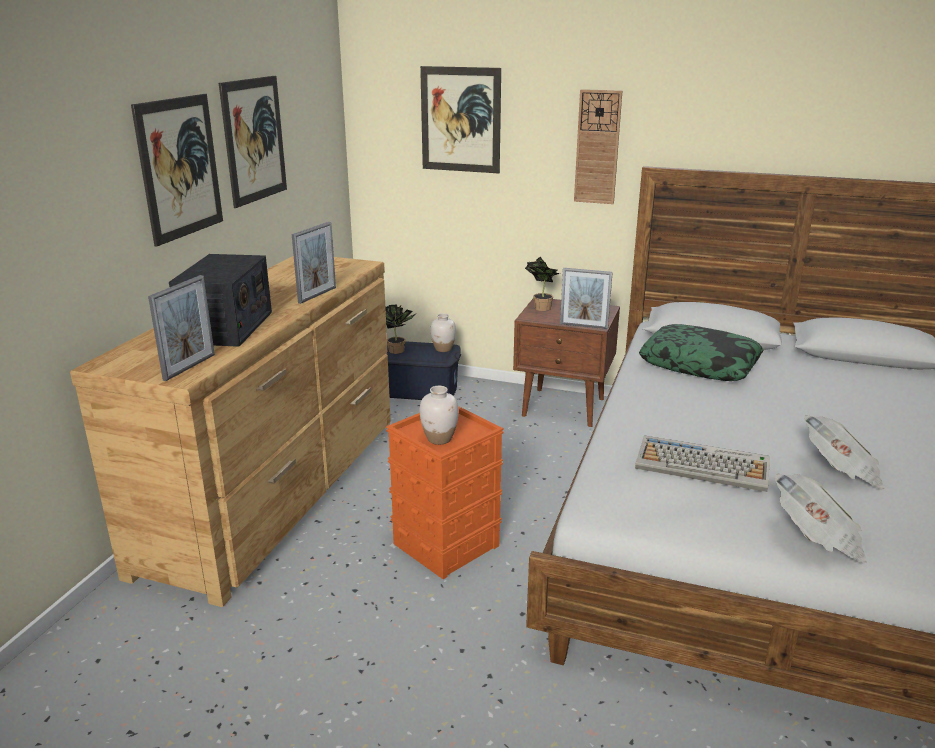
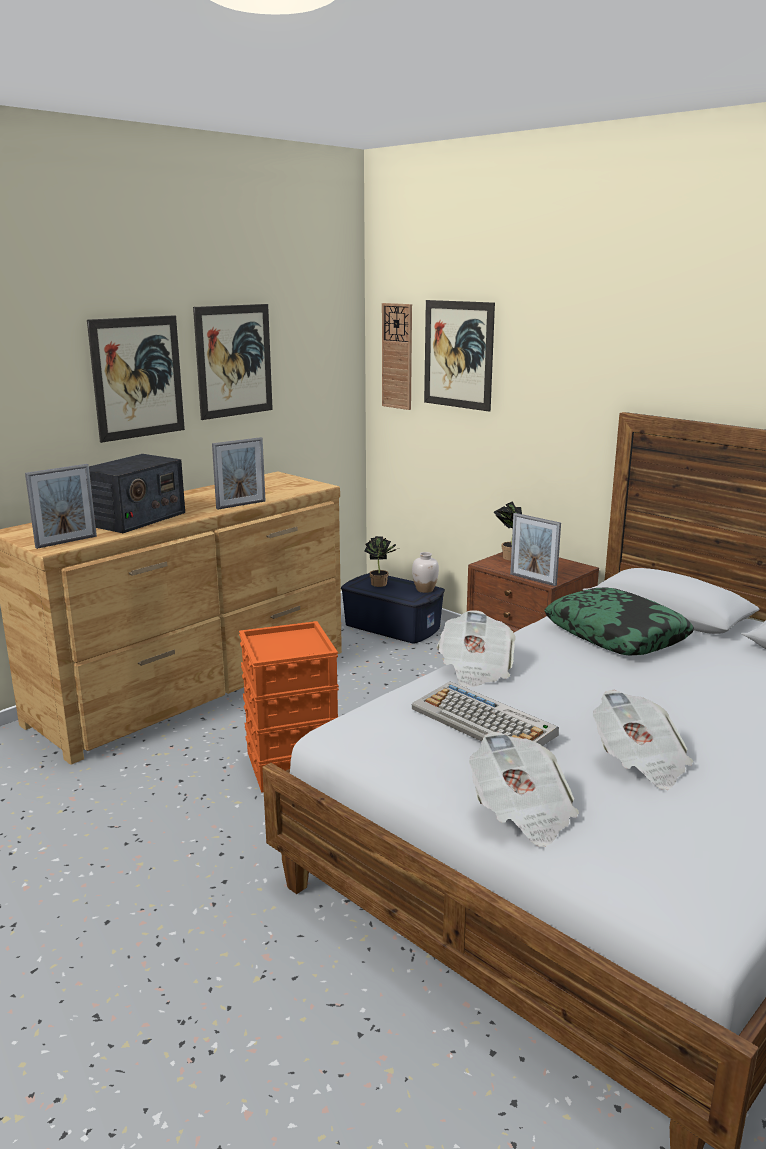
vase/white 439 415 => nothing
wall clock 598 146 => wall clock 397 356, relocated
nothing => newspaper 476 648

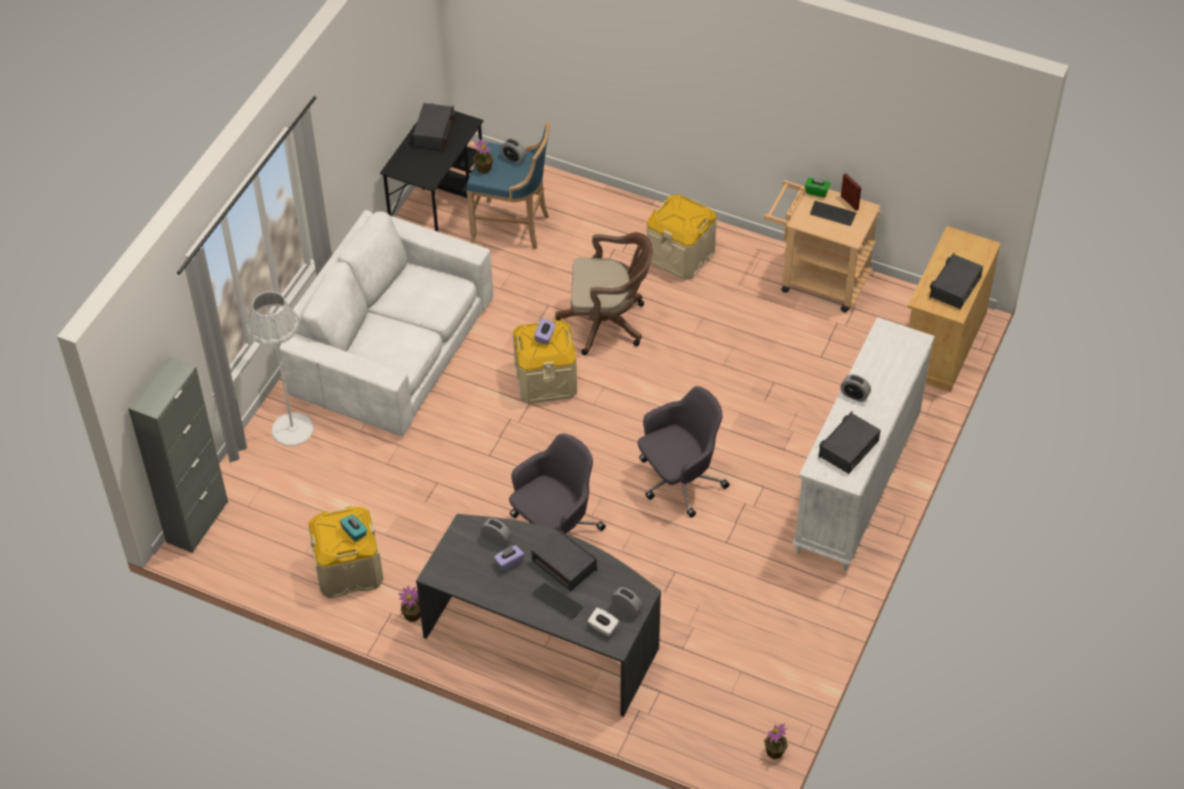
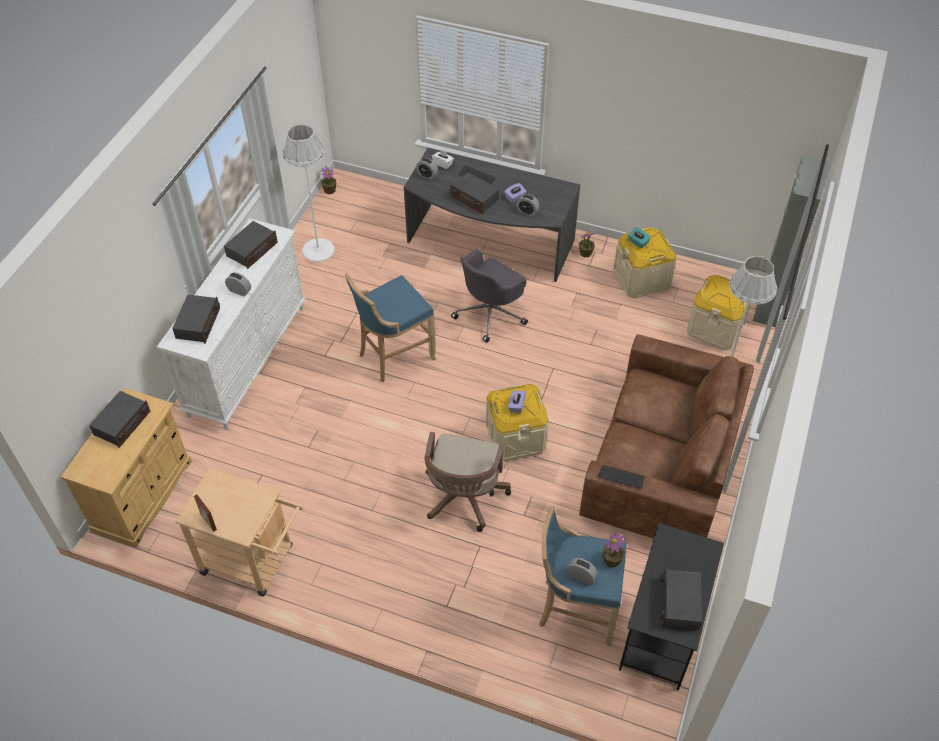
sofa/white 386 323 => sofa/brown 666 436
office chair/brown 604 293 => office chair/brown 467 482, 75 degrees counterclockwise
office chair/grey 684 451 => stool/blue 390 327
storage box/beige 682 237 => storage box/beige 719 312, relocated
tissue box/green 818 186 => nothing
keyboard 833 213 => keyboard 621 477, relocated
nothing => radio 196 319
nothing => floor lamp/white 308 193

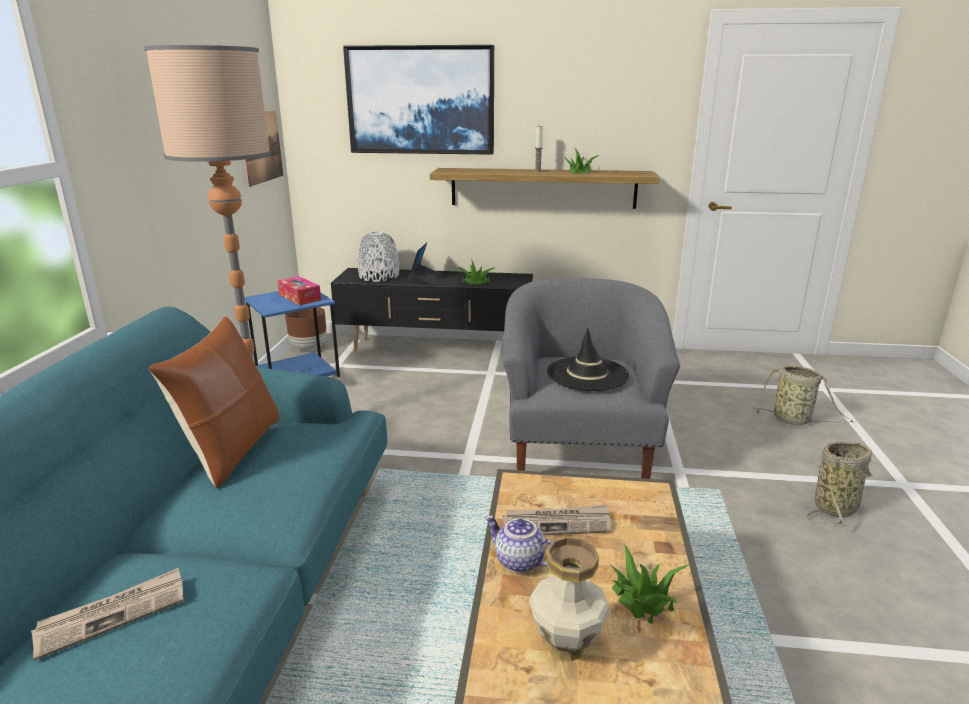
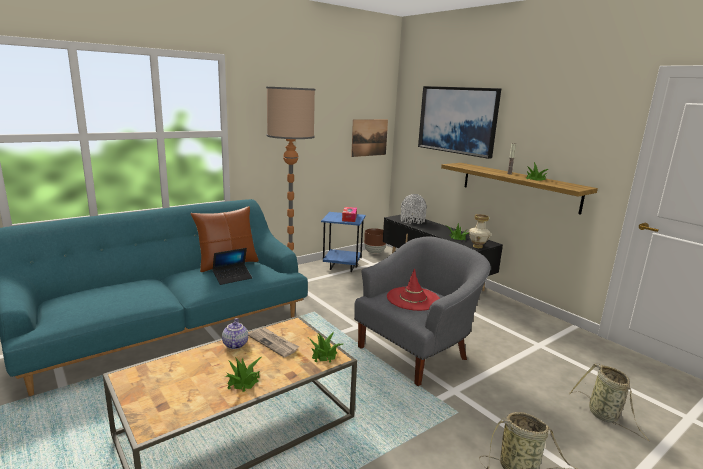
newspaper 107 614 => nothing
laptop 425 263 => laptop 232 266, relocated
vase 569 598 => vase 480 231, relocated
hat/black 588 360 => hat/red 413 289
nothing => potted plant 326 347

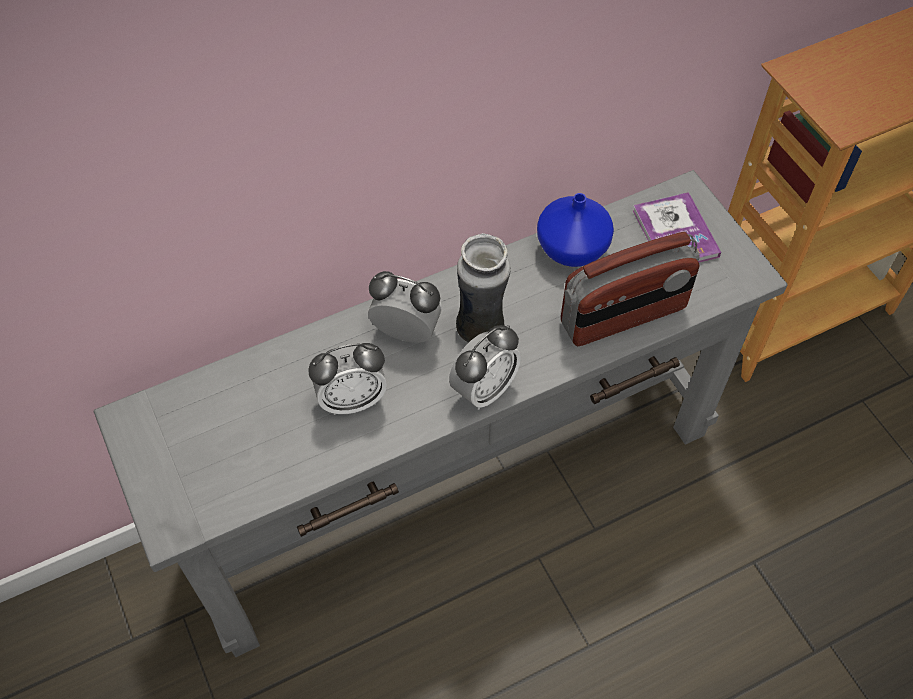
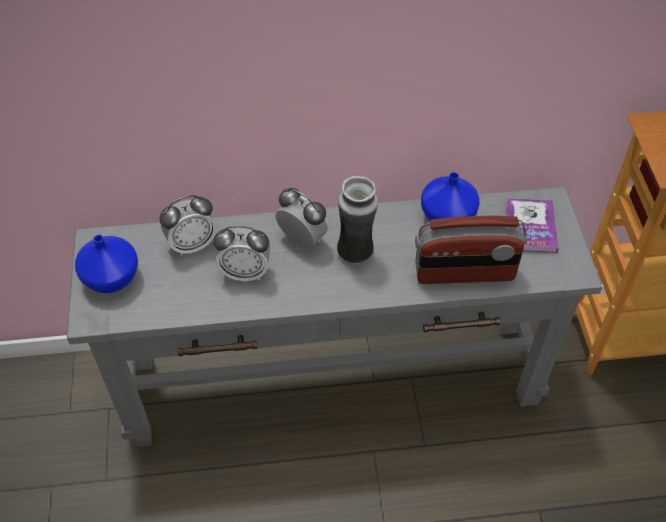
alarm clock 485 367 => alarm clock 187 225, relocated
nothing => vase/blue 106 264

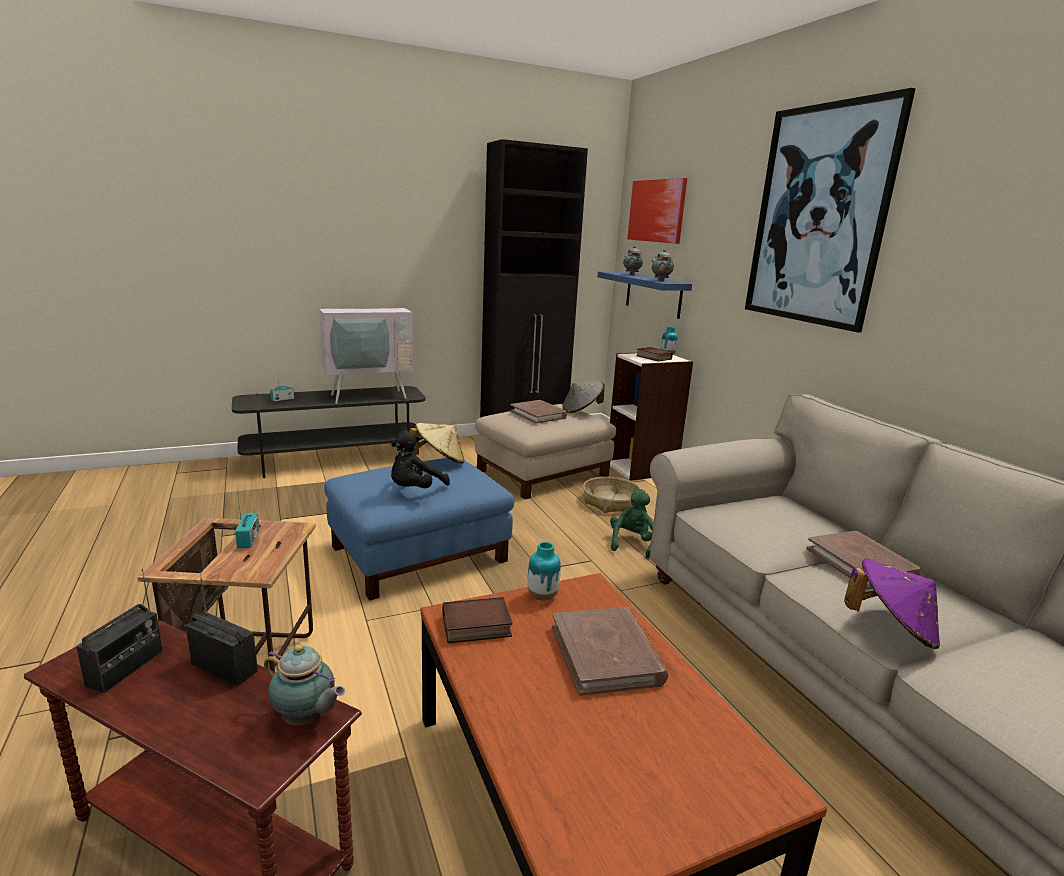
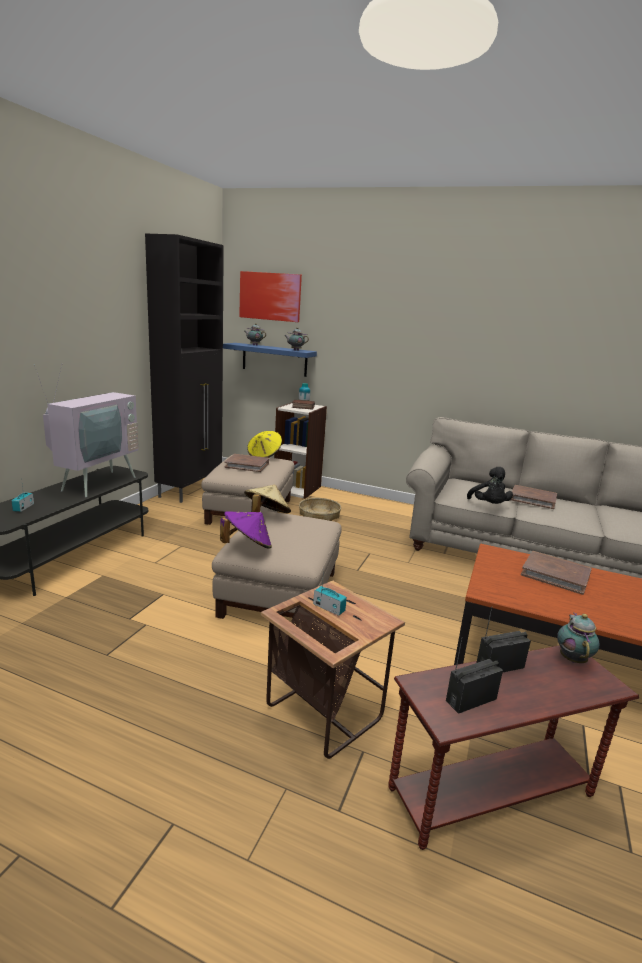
radio 119 631 => radio 474 676, 90 degrees counterclockwise
teapot 304 685 => teapot 578 638, 60 degrees counterclockwise
ottoman/blue 419 529 => ottoman/beige 277 573
plush toy/black 420 459 => plush toy/black 490 485, relocated
book 478 620 => nothing
vase 544 571 => nothing
hat/grey 584 397 => hat/yellow 264 444
plush toy/green 631 523 => nothing
picture 830 210 => nothing
hat/purple 892 604 => hat/purple 246 530, relocated

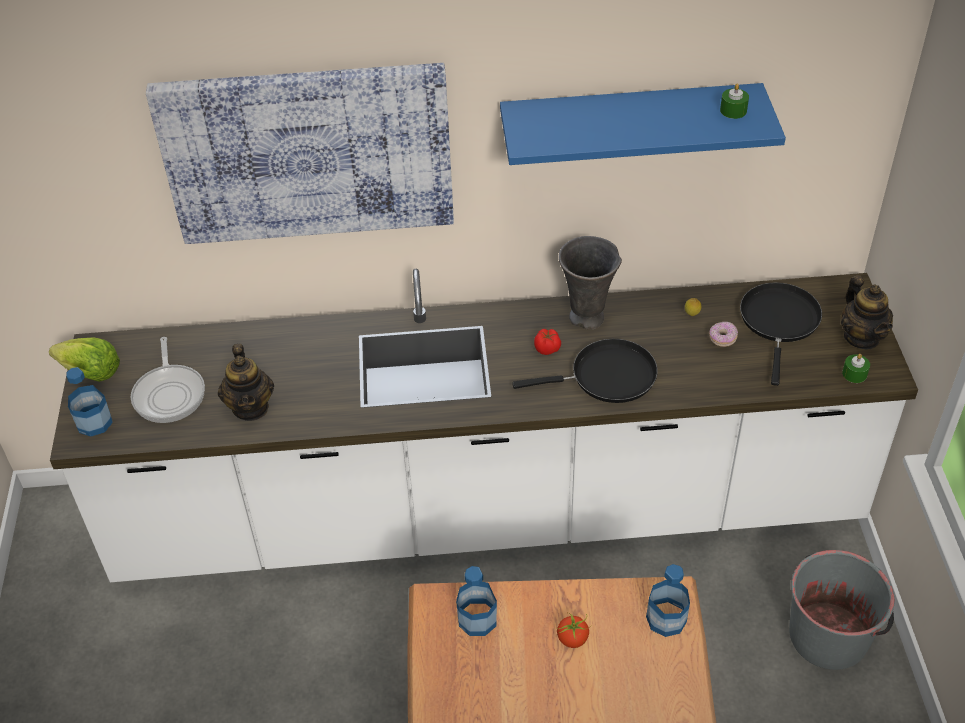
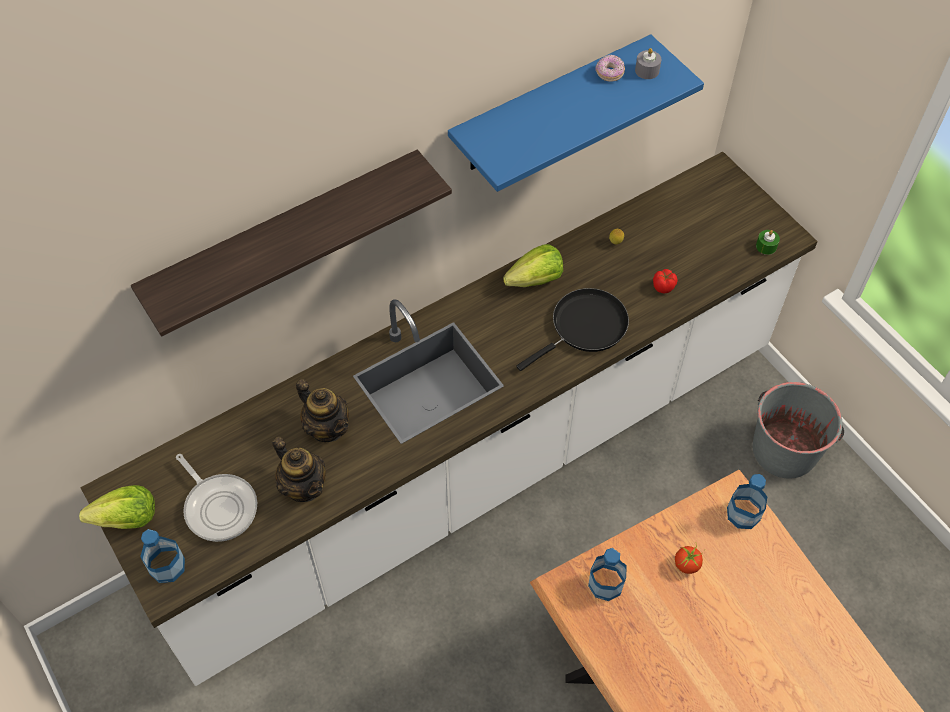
picture 300 153 => shelf 291 243
tomato 547 342 => tomato 665 281, relocated
vase/grey 590 282 => lettuce 533 265
donut 723 334 => donut 610 68, relocated
candle/green 734 101 => candle/grey 648 63
frying pan/black 781 334 => nothing
teapot 867 312 => teapot 322 410, relocated

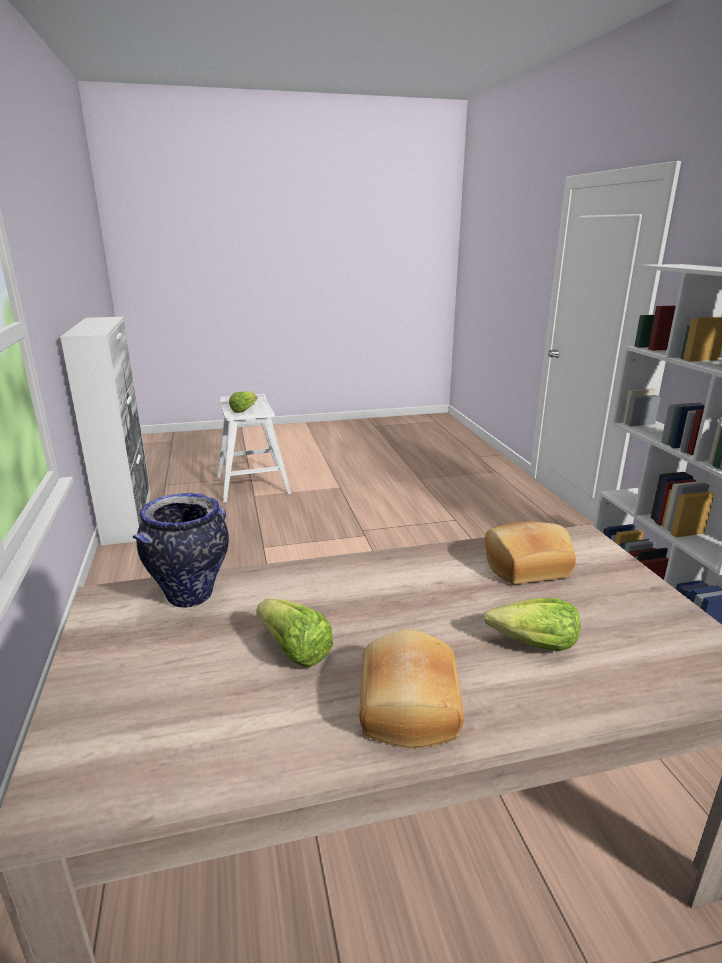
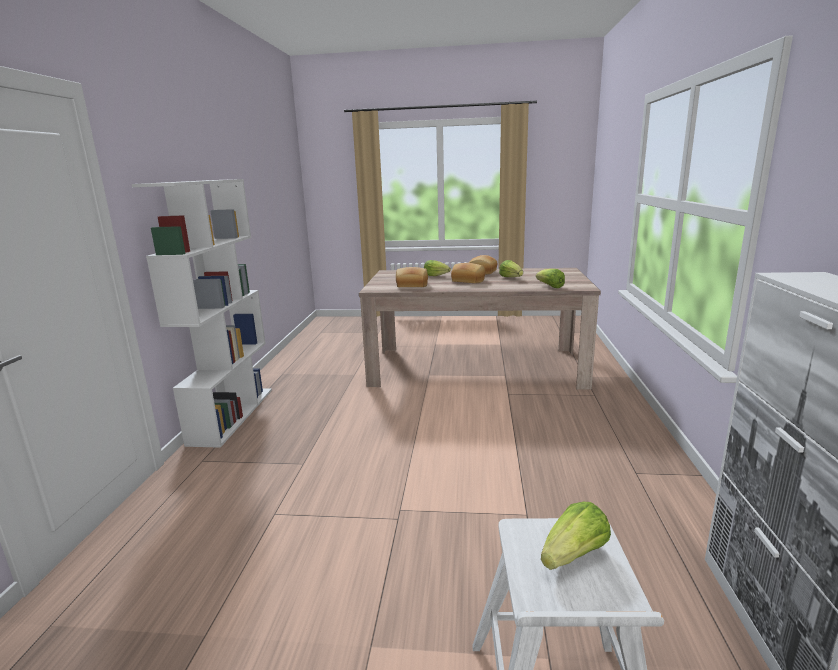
vase 181 550 => lettuce 550 278
nothing => bread 468 273

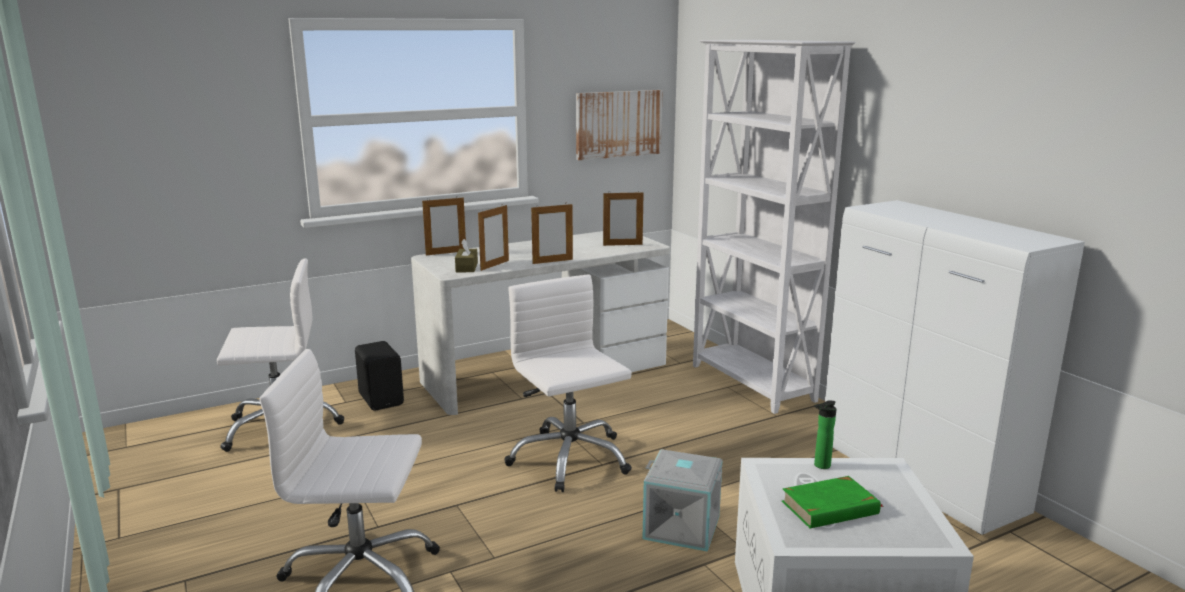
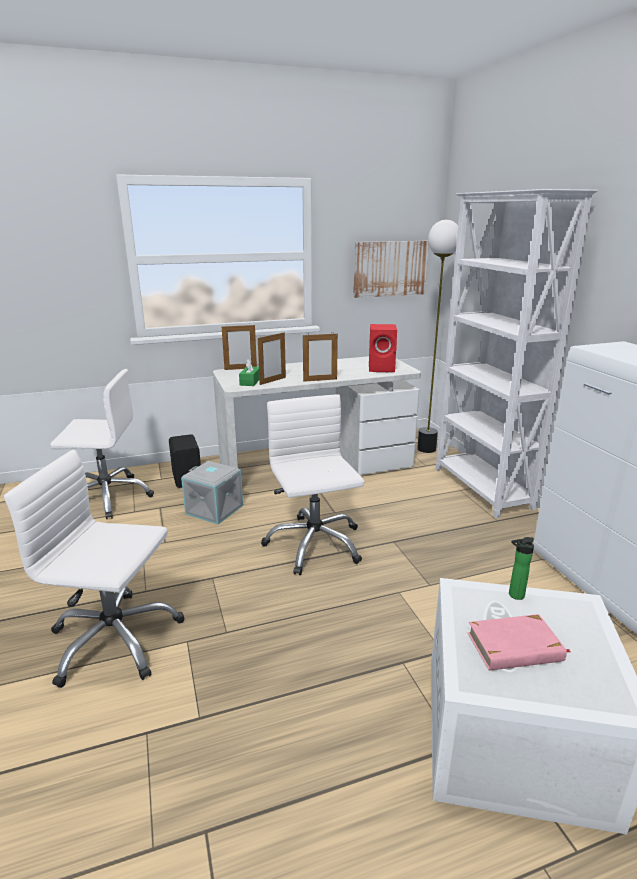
tissue box/brown 466 255 => tissue box/green 249 372
picture frame 623 218 => speaker/red 383 348
storage box/grey 682 500 => storage box/grey 212 492, relocated
book/green 833 502 => book/pink 518 642
nothing => floor lamp 437 336

